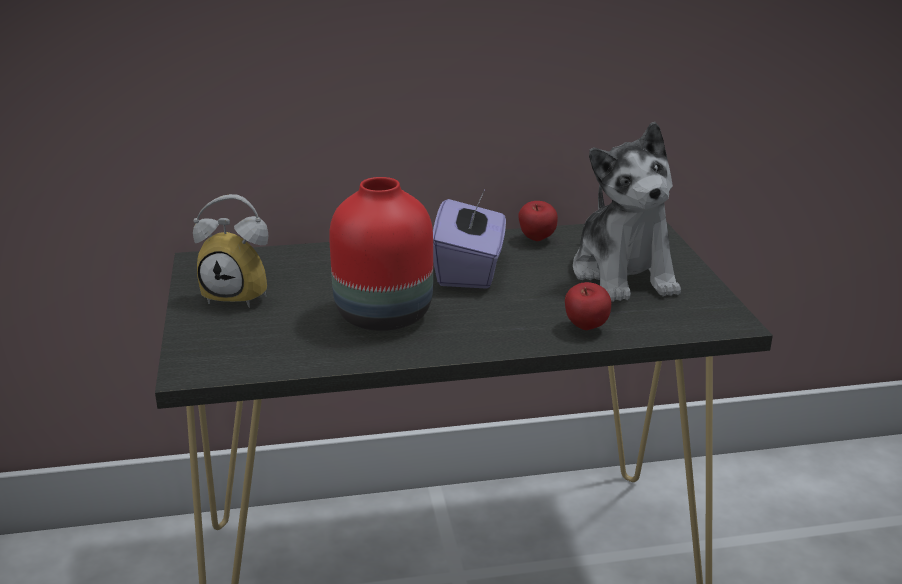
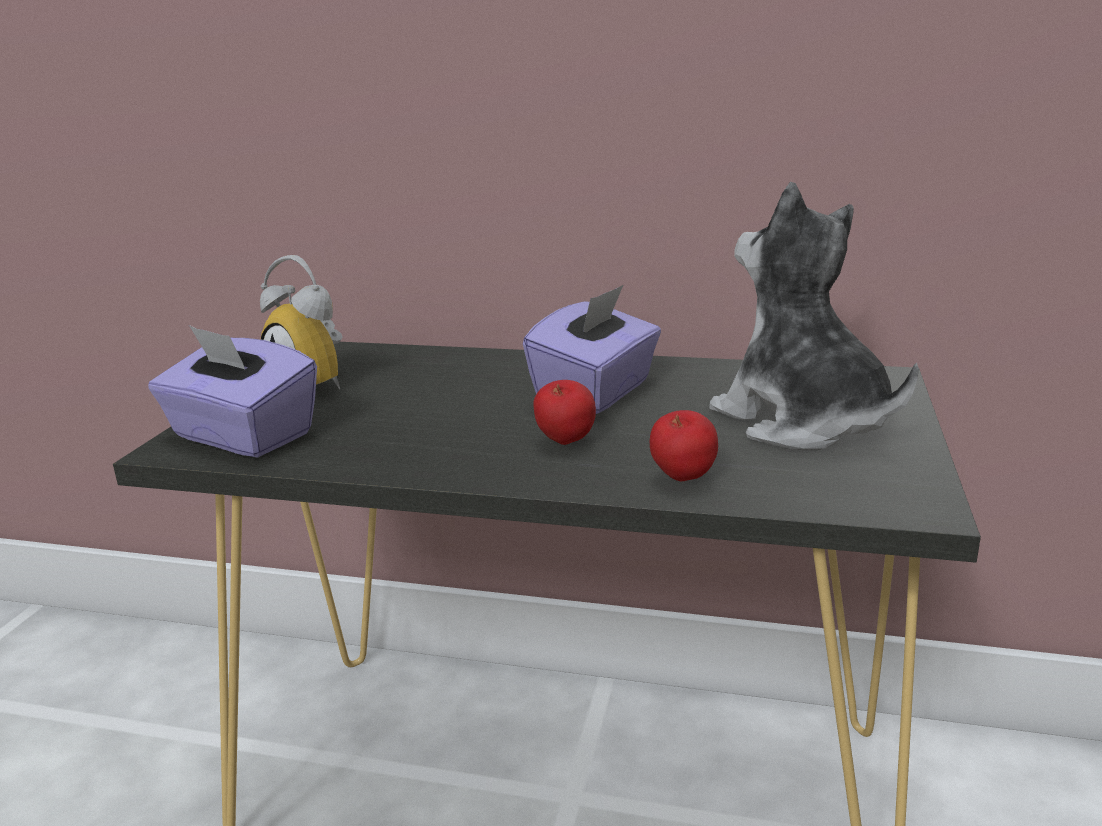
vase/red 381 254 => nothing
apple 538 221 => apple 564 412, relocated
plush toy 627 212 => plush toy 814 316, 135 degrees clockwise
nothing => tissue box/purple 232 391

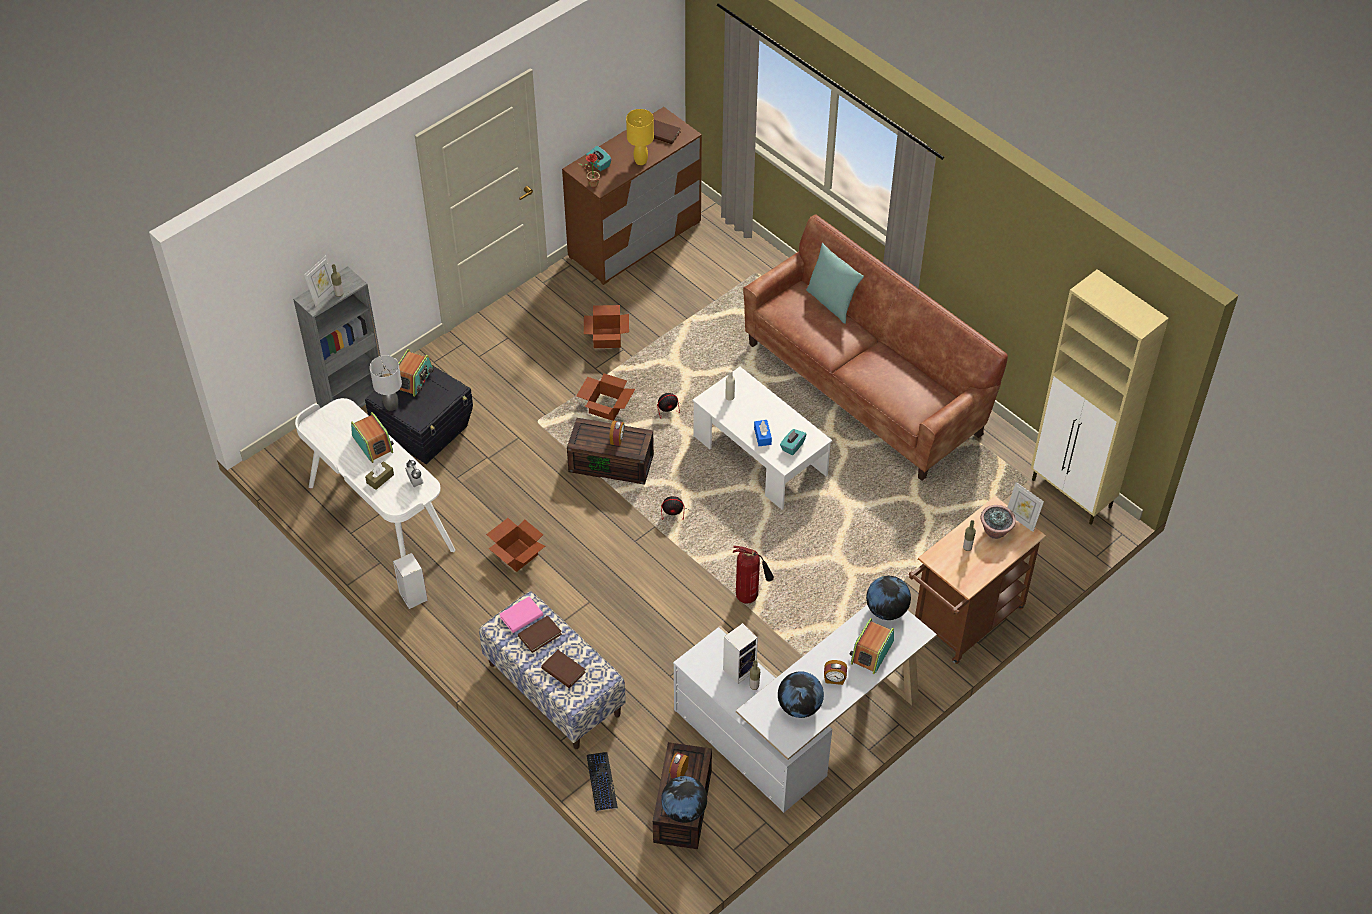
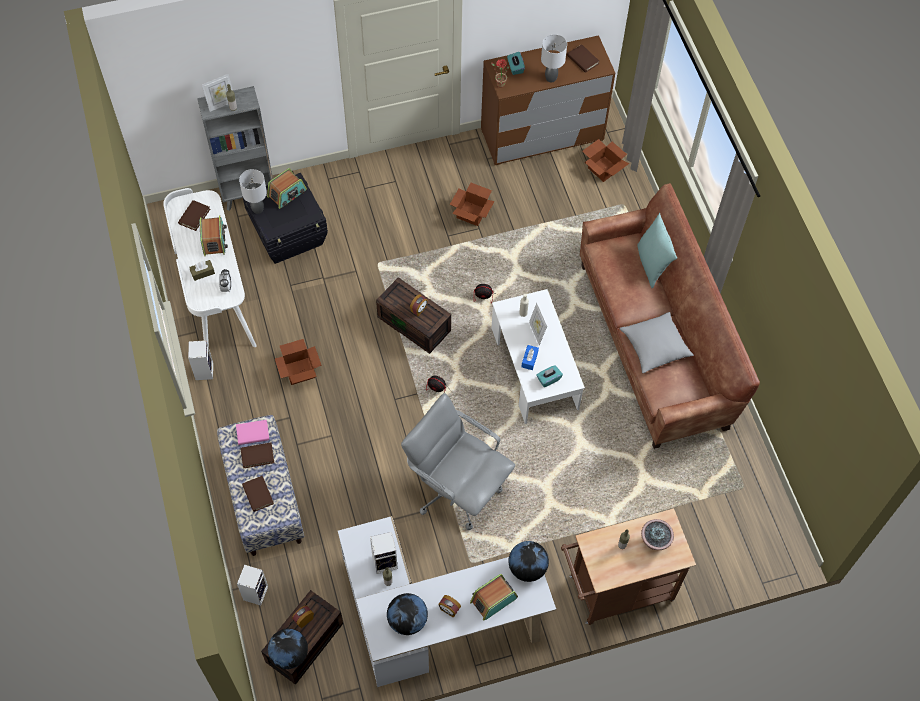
cardboard box 605 397 => cardboard box 606 160, relocated
keyboard 602 782 => speaker 252 585
table lamp/yellow 640 137 => table lamp/grey 554 58
fire extinguisher 753 575 => office chair/grey 458 461
picture frame 1025 507 => picture frame 538 324, relocated
cabinet/beige 1100 397 => nothing
nothing => book/brown 194 215
nothing => pillow/grey 656 342

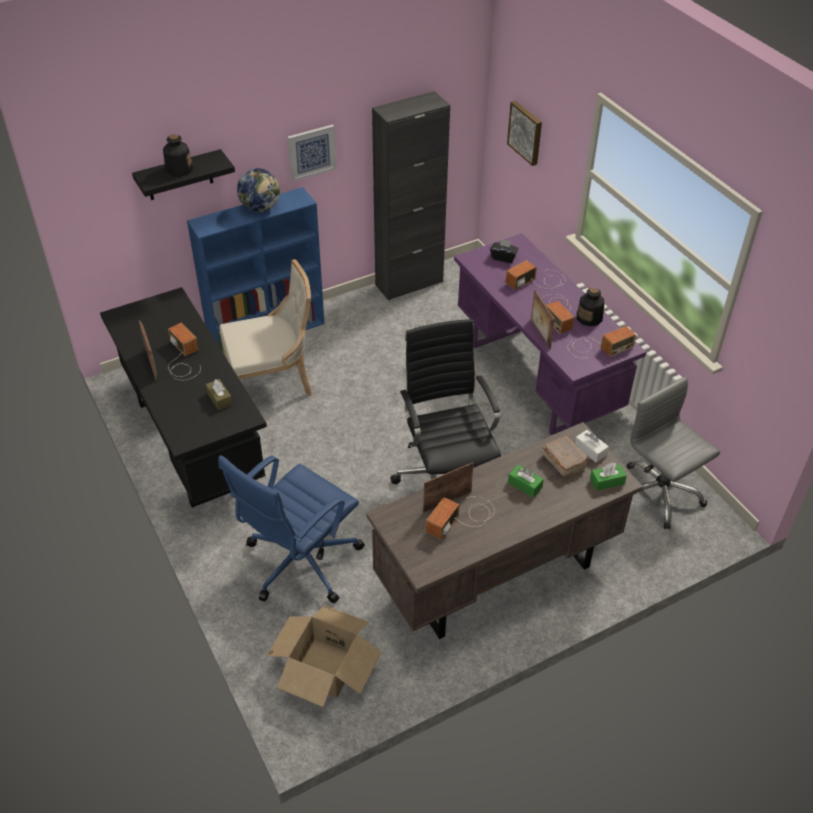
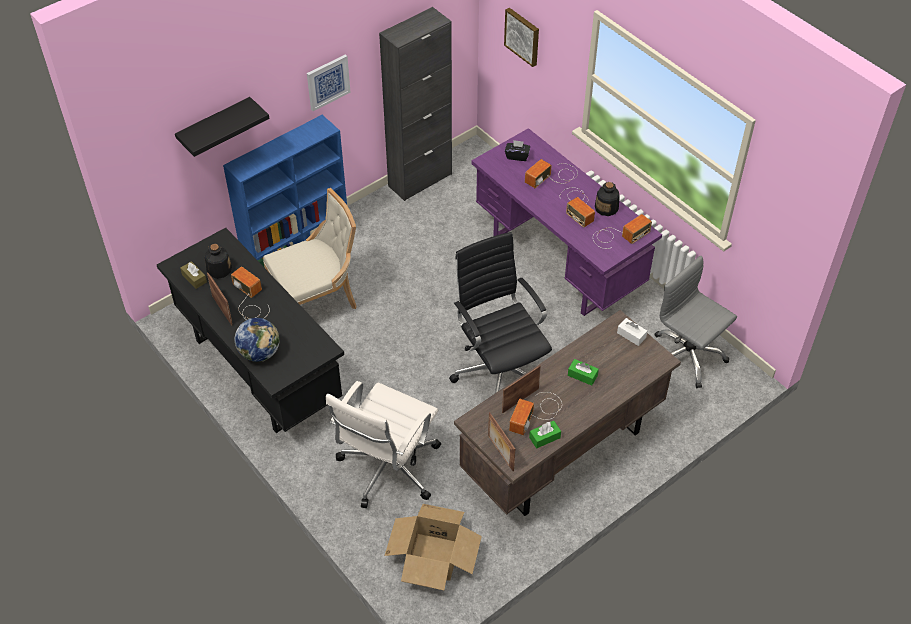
bottle 178 155 => bottle 218 261, relocated
tissue box/brown 219 394 => tissue box/brown 193 275, relocated
office chair/blue 291 529 => office chair/white 383 444
globe 258 190 => globe 257 340, relocated
picture frame 543 319 => picture frame 501 441, relocated
book/brown 566 456 => nothing
tissue box/green 608 477 => tissue box/green 545 434, relocated

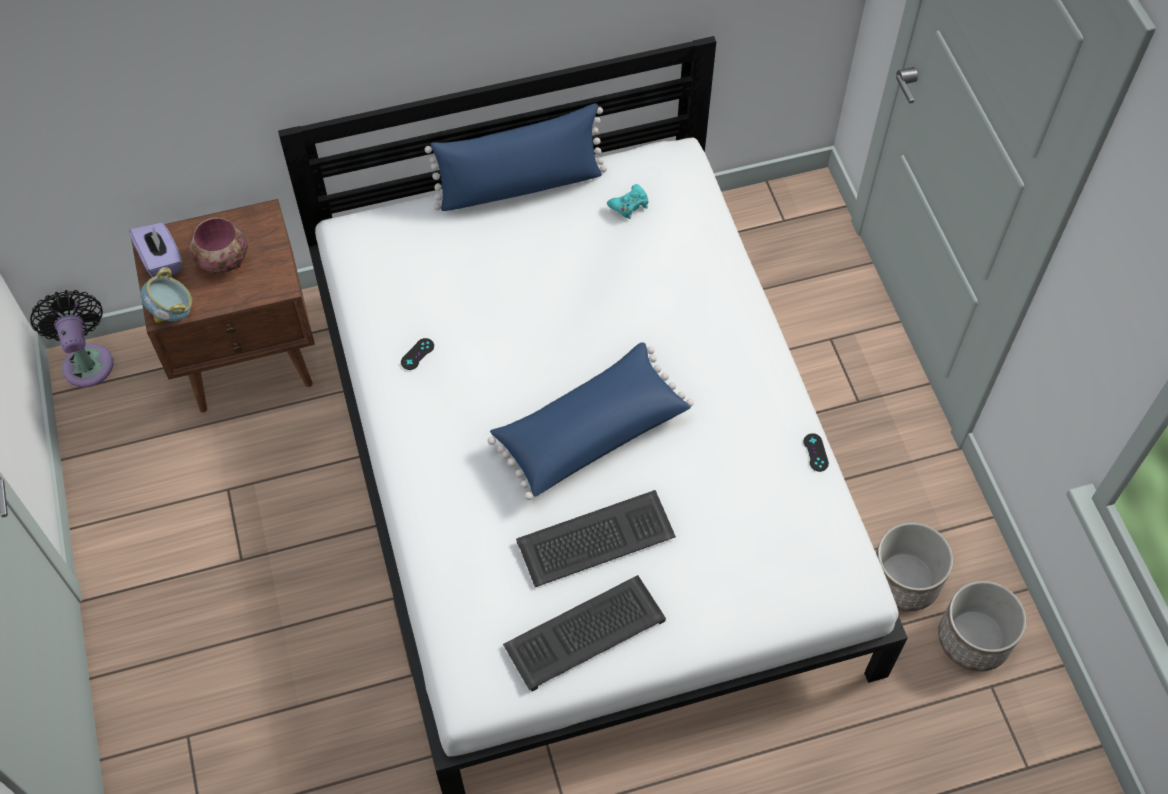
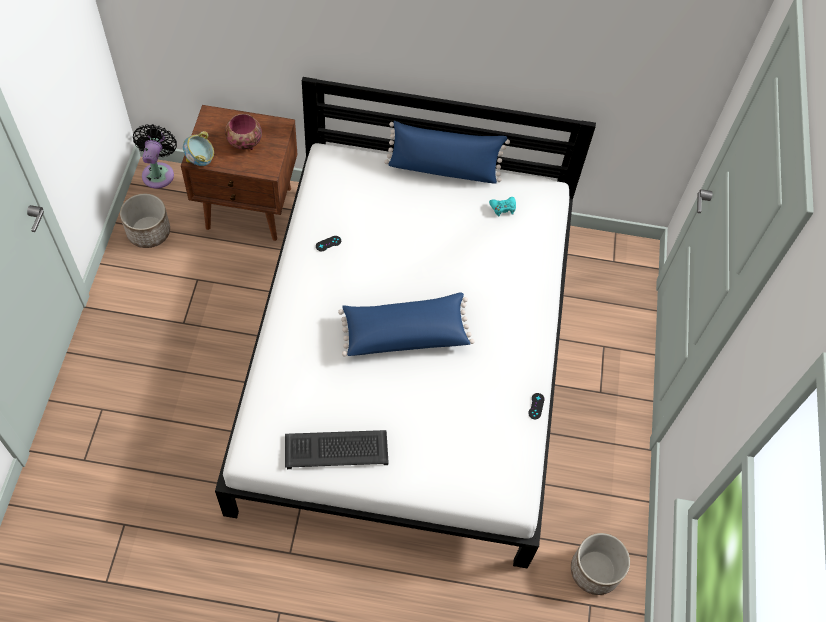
tissue box/purple 155 250 => nothing
keyboard 596 538 => nothing
planter 914 566 => planter 145 221, relocated

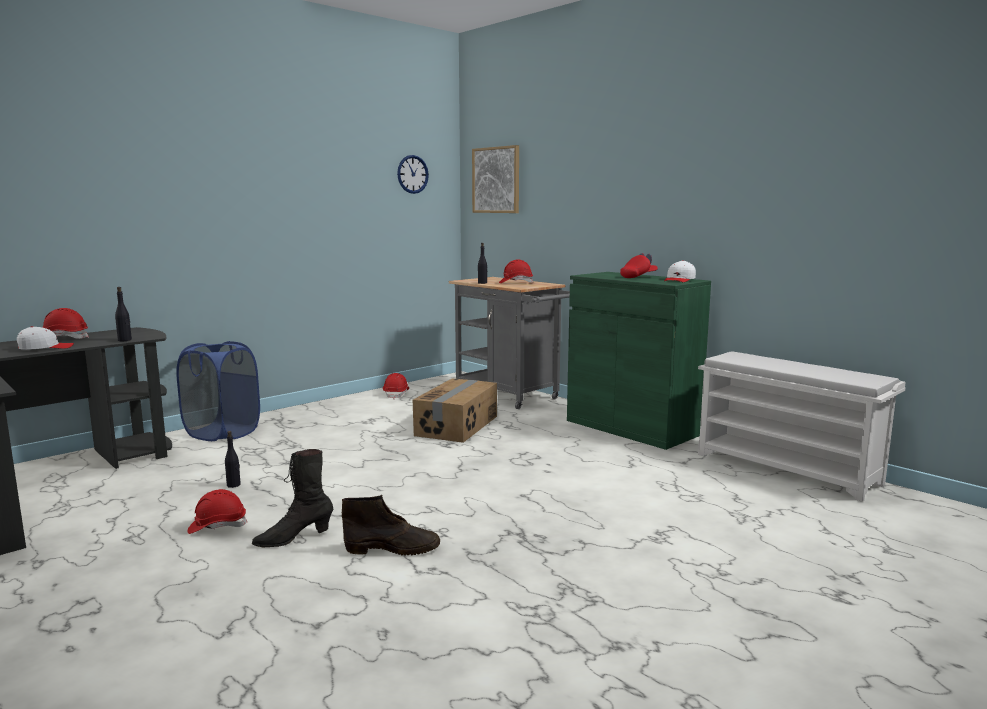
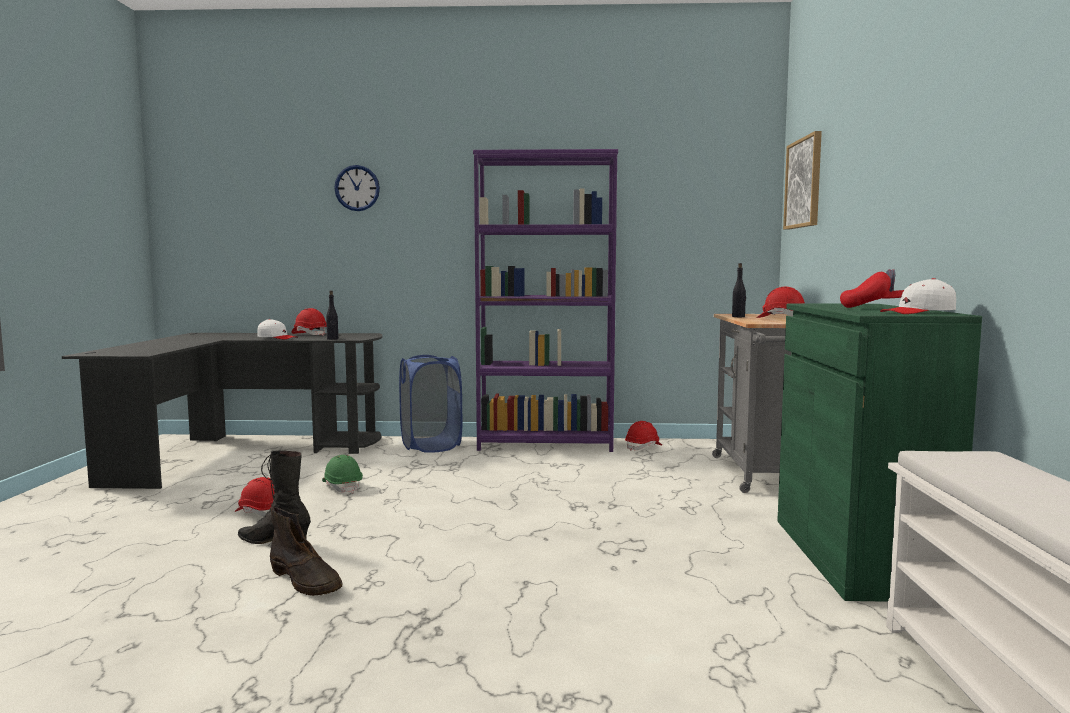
bottle/black 233 459 => hard hat/green 342 474
wall clock 413 174 => wall clock 357 188, relocated
cardboard box 455 411 => nothing
nothing => bookcase/purple 545 300

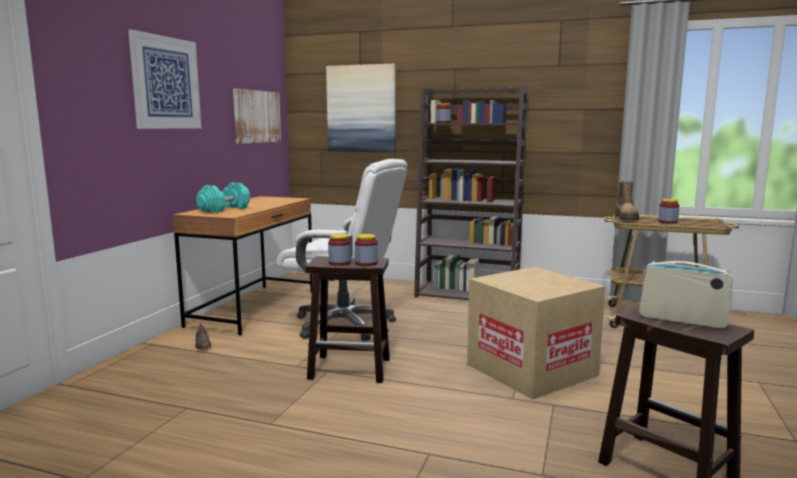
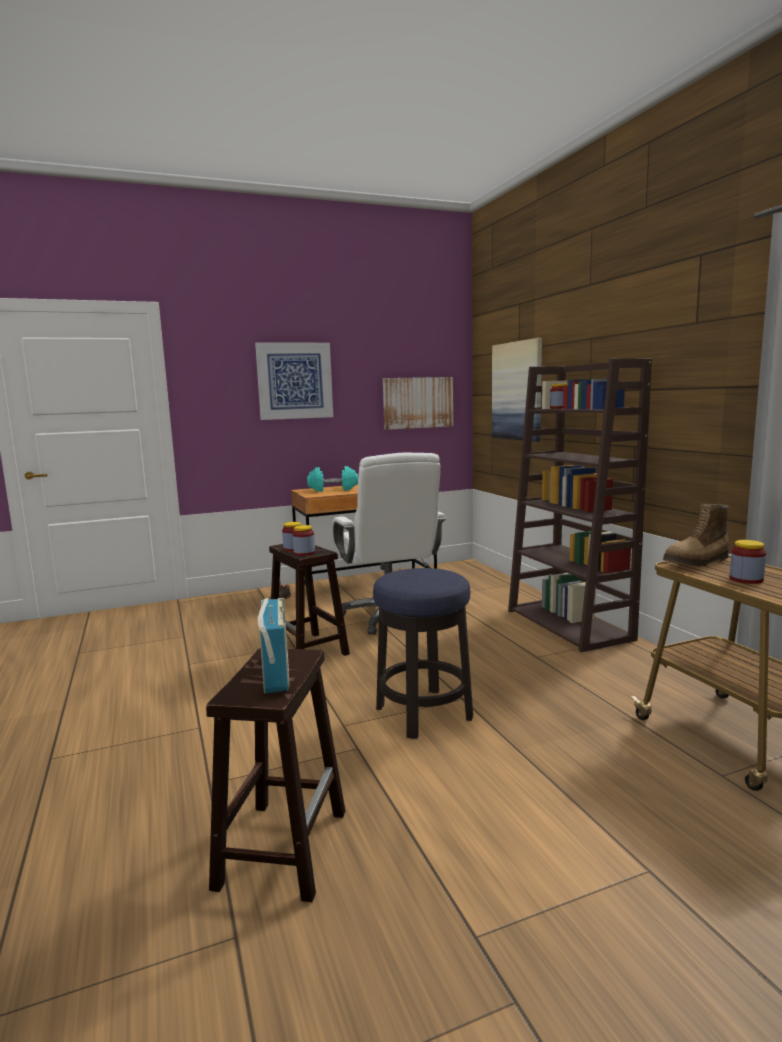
cardboard box 536 333 => stool 423 653

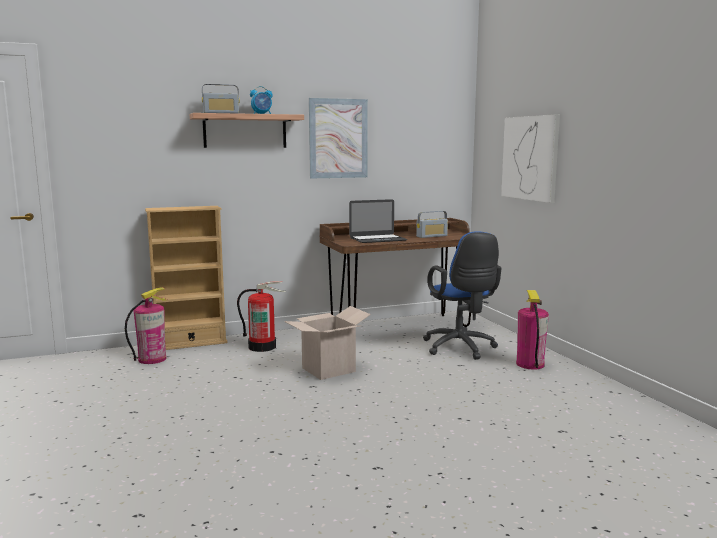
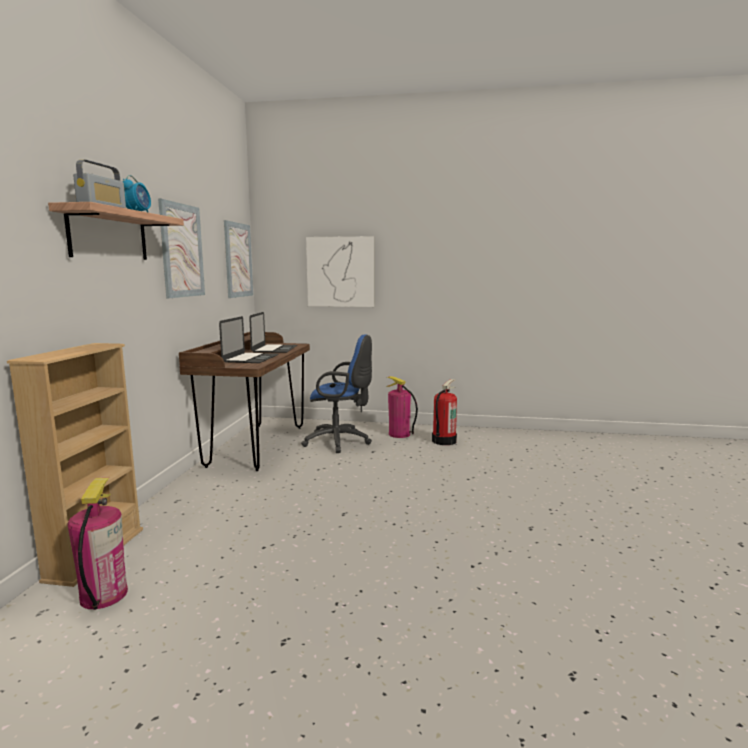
fire extinguisher 261 316 => fire extinguisher 444 412, relocated
cardboard box 327 343 => nothing
radio 432 224 => laptop 273 332
nothing => picture 238 259

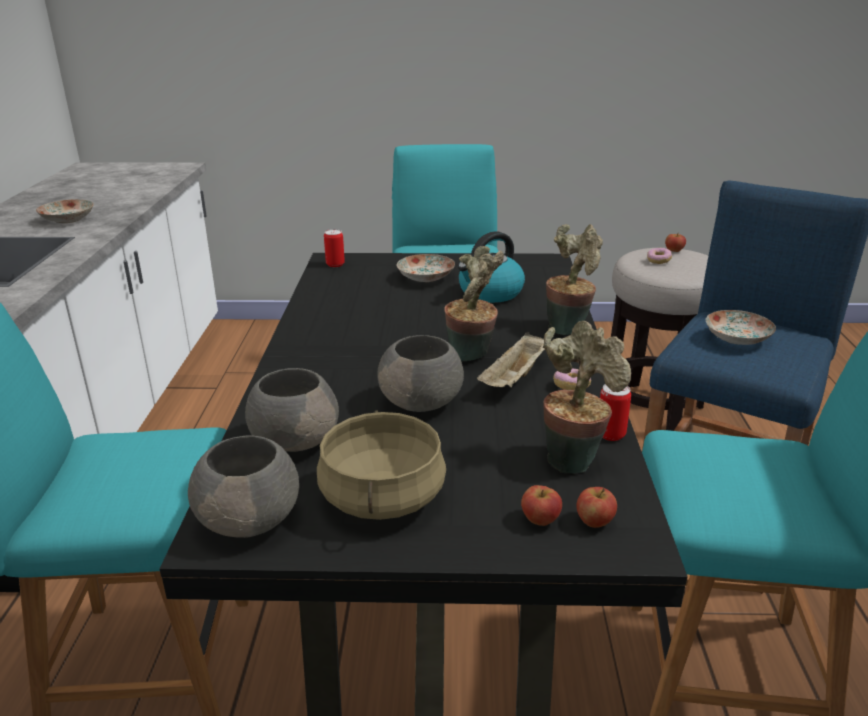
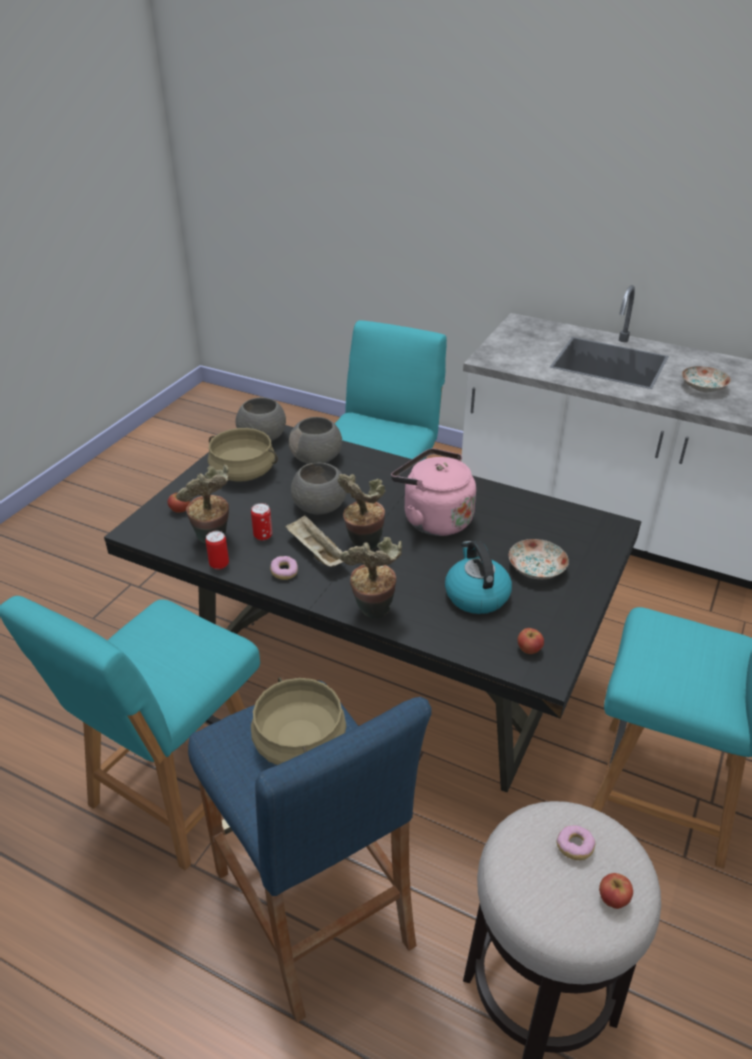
can 334 248 => can 261 522, relocated
apple 596 507 => apple 531 641, relocated
plate 741 327 => cooking pot/beige 298 721
nothing => kettle/pink 433 492

